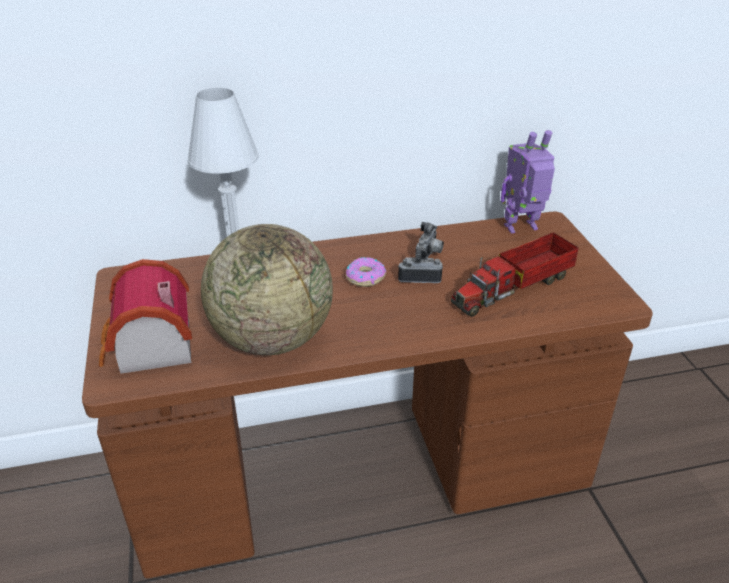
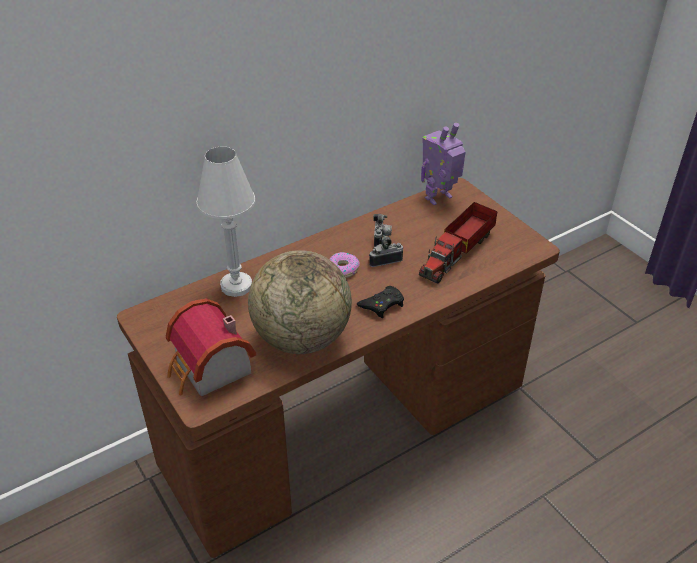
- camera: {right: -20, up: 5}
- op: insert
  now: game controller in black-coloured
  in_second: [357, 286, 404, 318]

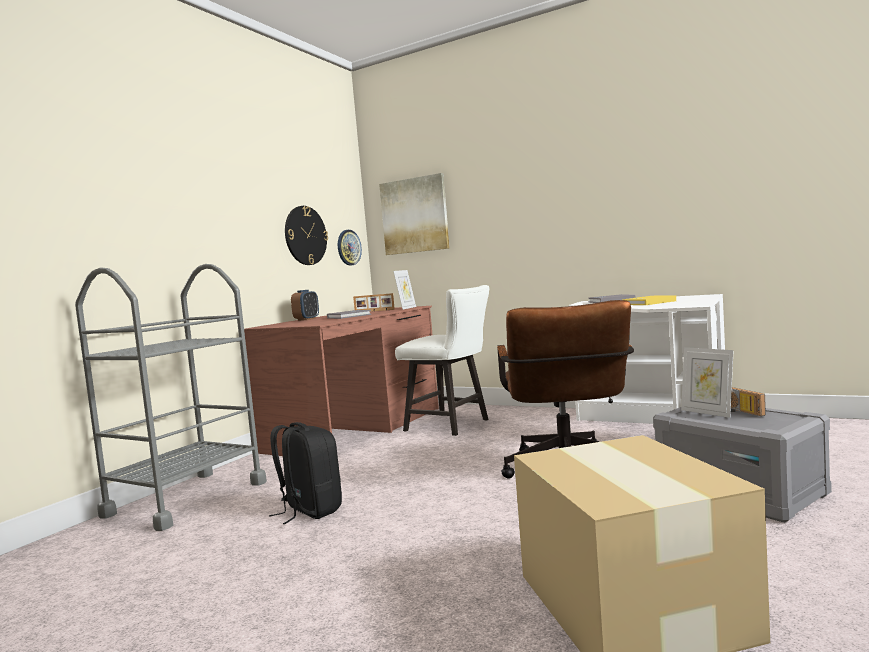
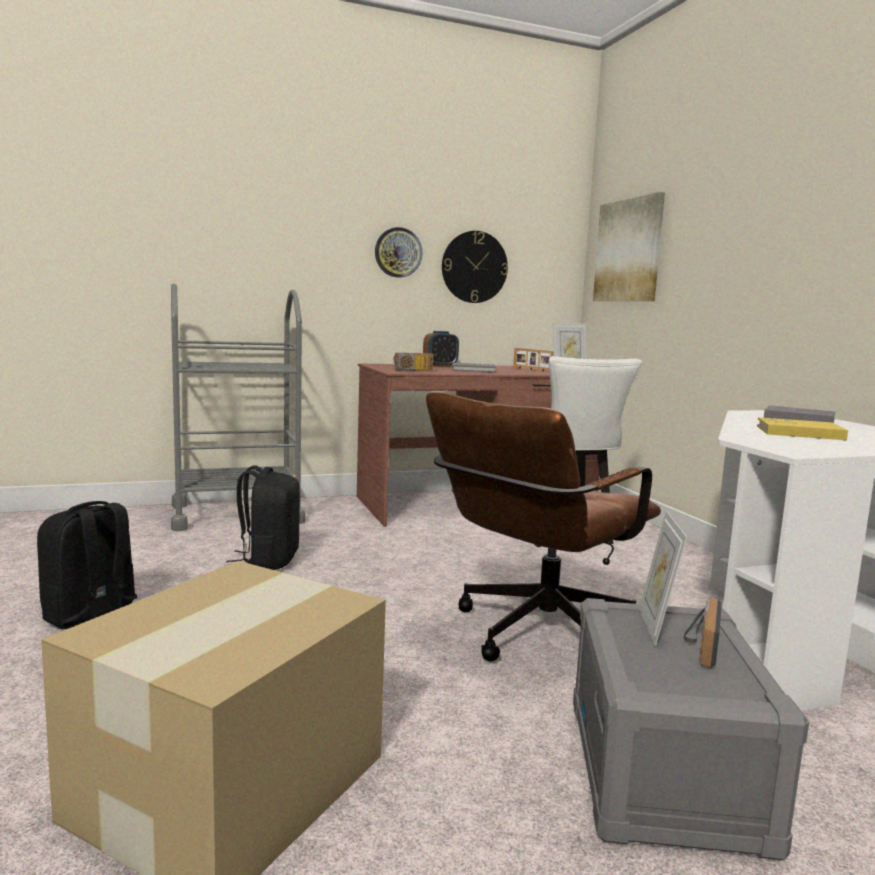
- camera: {right: 40, up: 5}
- op: insert
  now: backpack in black-coloured
  in_second: [37, 501, 137, 629]
- op: insert
  now: radio receiver
  in_second: [393, 353, 433, 372]
- op: move
  was: clock on the wall
  in_first: [338, 230, 362, 266]
  in_second: [375, 227, 422, 278]

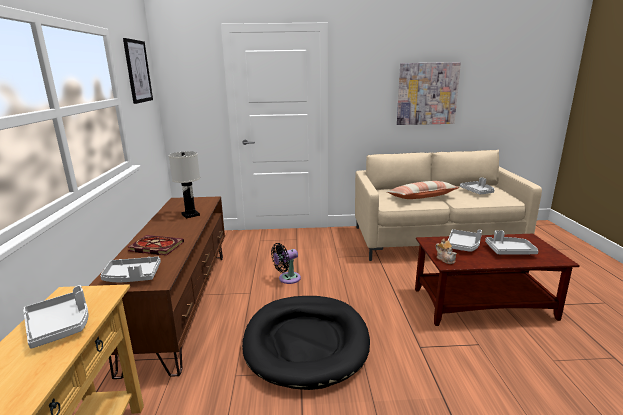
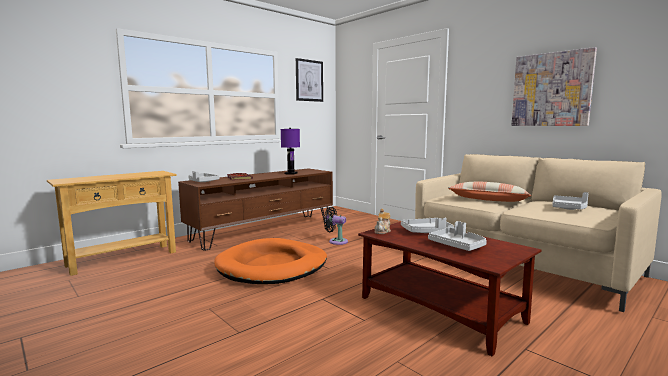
- camera: {right: 50, up: -10}
- op: delete
  was: carrying tray in grey
  in_first: [23, 285, 89, 349]
- op: recolor
  was: table lamp in white
  now: table lamp in purple-coloured
  in_first: [169, 151, 200, 219]
  in_second: [281, 128, 300, 175]
- op: recolor
  was: pet bed in black-coloured
  now: pet bed in orange-coloured
  in_first: [242, 296, 370, 390]
  in_second: [214, 238, 327, 284]

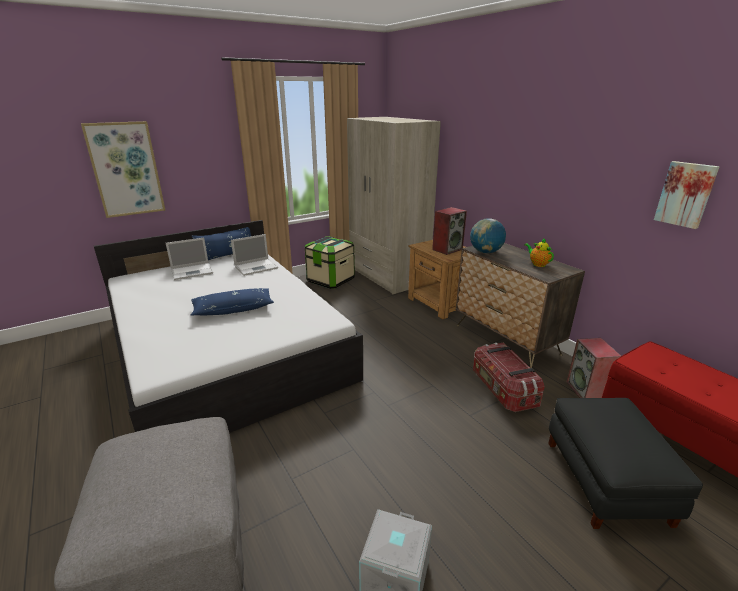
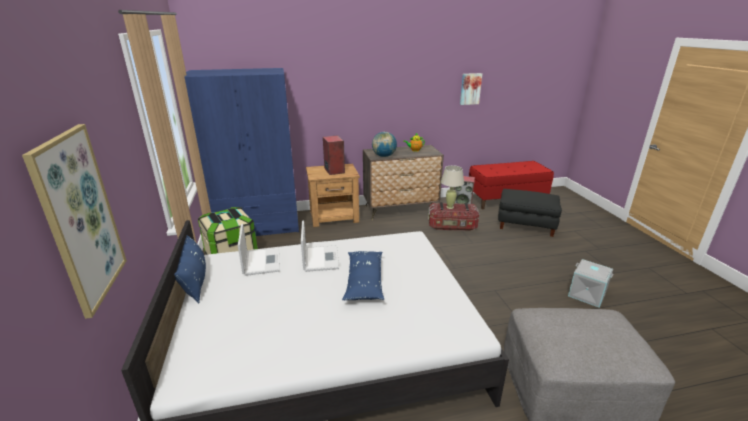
- camera: {right: -70, up: 0}
- op: insert
  now: table lamp in beige
  in_second: [441, 165, 464, 209]
- op: move
  was: portable computer
  in_first: [166, 237, 213, 280]
  in_second: [301, 220, 339, 272]
- op: recolor
  was: clothes cupboard in beige
  now: clothes cupboard in blue
  in_first: [347, 117, 441, 294]
  in_second: [185, 68, 299, 236]

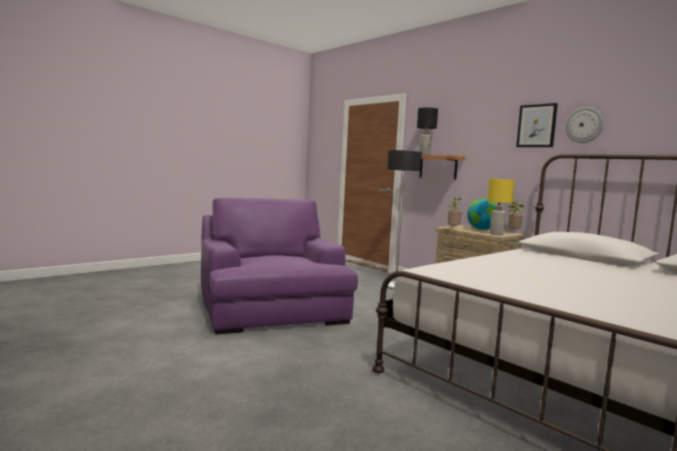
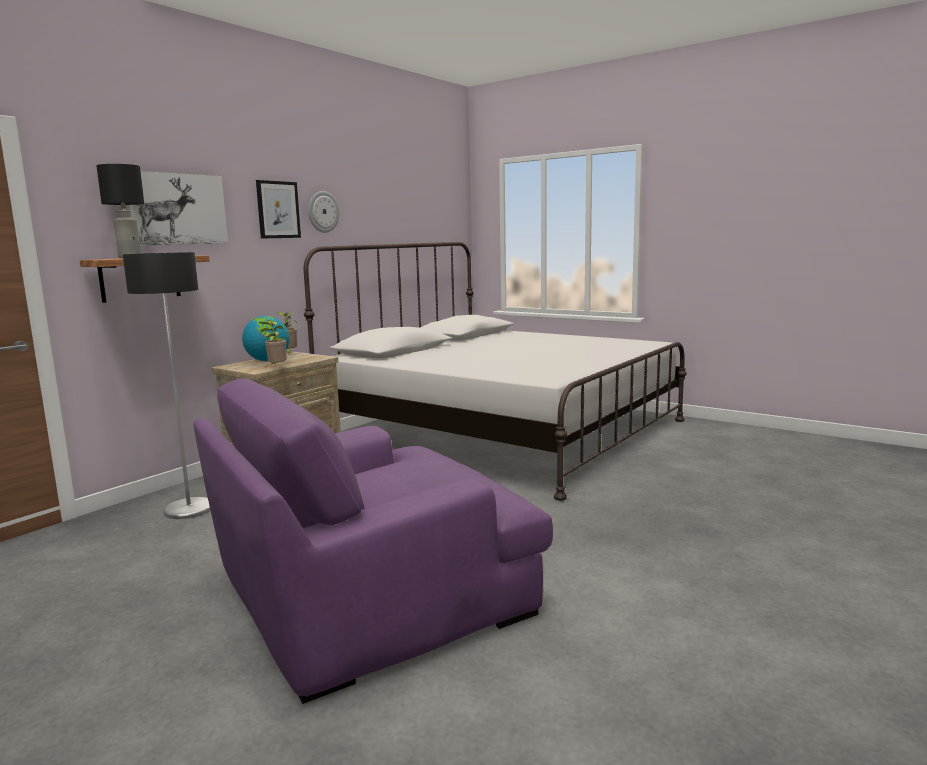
- camera: {right: -100, up: 5}
- op: delete
  was: table lamp in yellow
  in_first: [487, 179, 515, 235]
- op: insert
  now: wall art
  in_second: [127, 171, 228, 245]

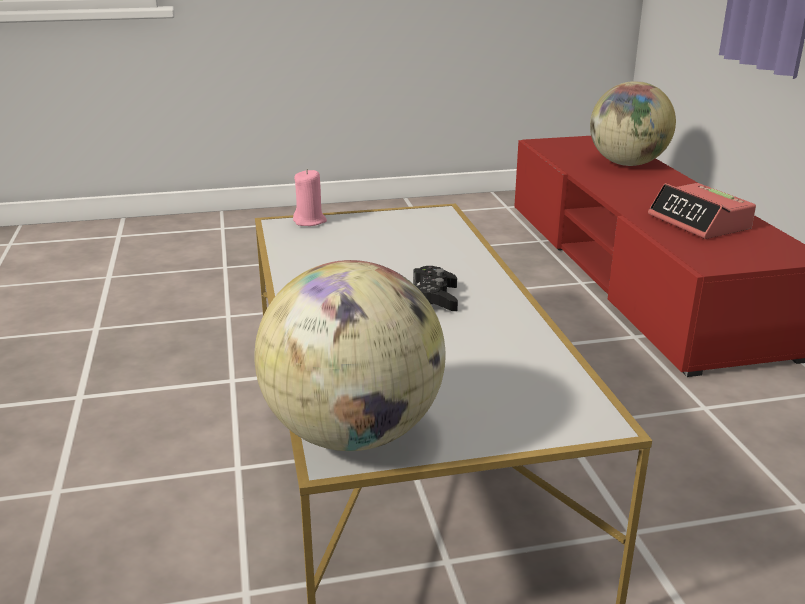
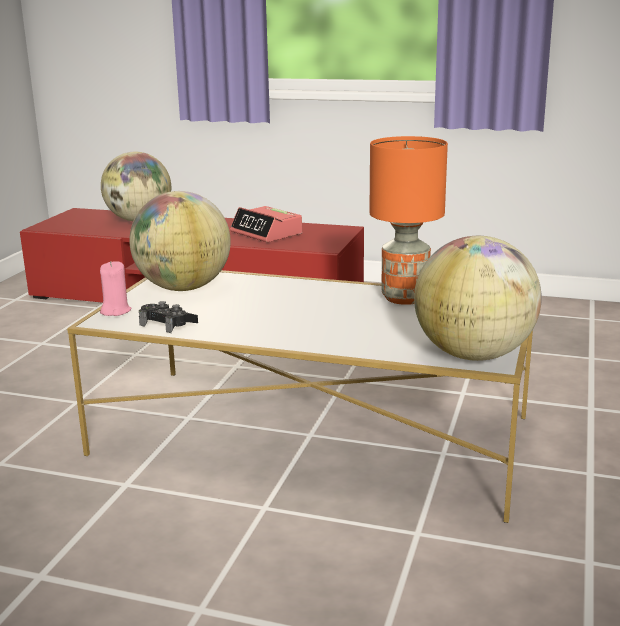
- camera: {right: -60, up: -5}
- op: insert
  now: globe
  in_second: [129, 191, 231, 291]
- op: insert
  now: table lamp in orange-coloured
  in_second: [369, 136, 448, 305]
- op: move
  was: game controller in black-coloured
  in_first: [413, 266, 458, 311]
  in_second: [139, 301, 198, 333]
- op: rotate
  was: alarm clock
  in_first: [648, 183, 756, 239]
  in_second: [230, 206, 302, 242]
  clockwise: 45

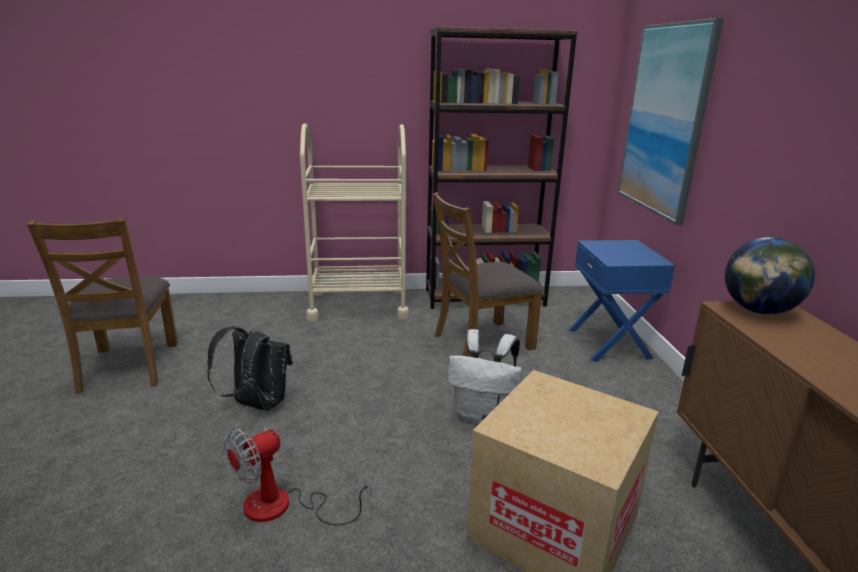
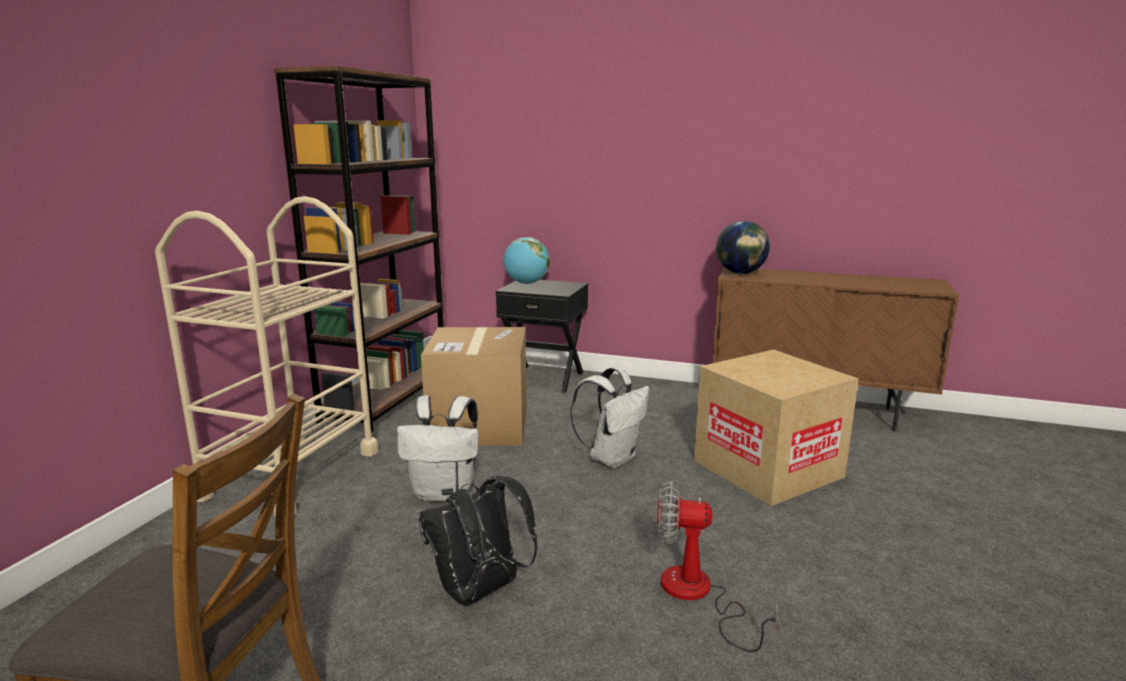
- camera: {right: -65, up: -5}
- op: delete
  was: wall art
  in_first: [618, 18, 724, 225]
- op: insert
  now: backpack in white
  in_second: [397, 395, 479, 502]
- op: insert
  now: globe
  in_second: [503, 237, 550, 284]
- op: replace
  was: chair in brownish
  now: cardboard box
  in_first: [432, 192, 543, 357]
  in_second: [421, 327, 527, 446]
- op: recolor
  was: bedside table in blue
  now: bedside table in black-coloured
  in_first: [569, 240, 675, 361]
  in_second: [496, 280, 588, 393]
- op: rotate
  was: cooling fan
  in_first: [224, 427, 371, 526]
  in_second: [657, 481, 778, 652]
  clockwise: 120

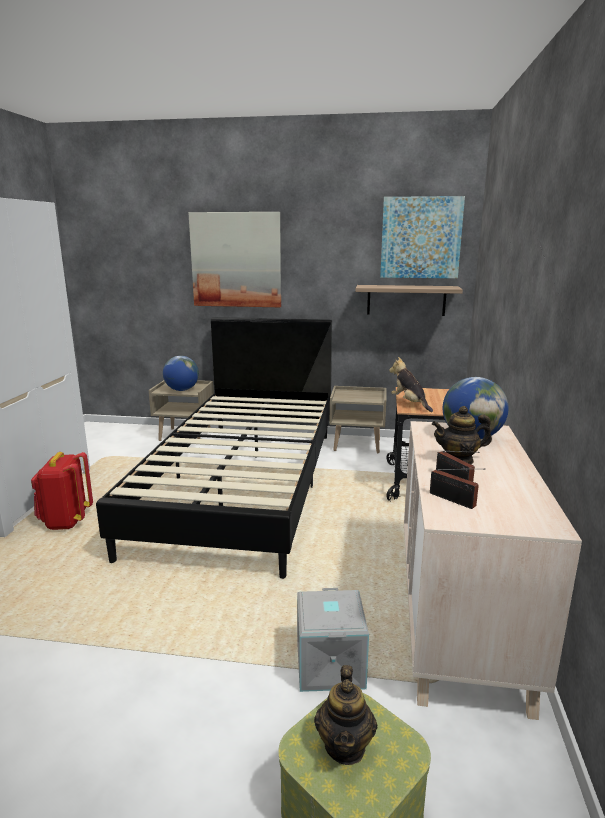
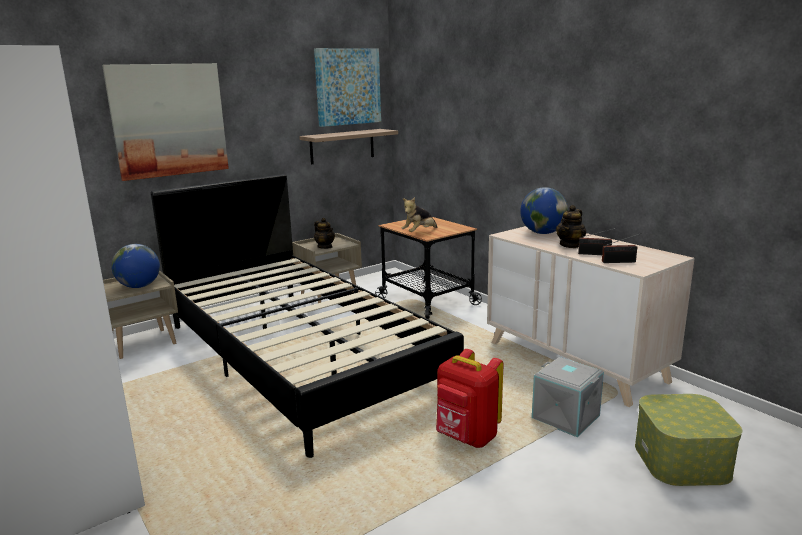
- camera: {right: -45, up: 0}
- op: move
  was: backpack in red-coloured
  in_first: [31, 452, 93, 530]
  in_second: [436, 349, 503, 448]
- op: move
  was: pot for tea
  in_first: [314, 665, 378, 765]
  in_second: [314, 218, 335, 249]
- op: rotate
  was: soft toy
  in_first: [389, 357, 433, 412]
  in_second: [401, 197, 437, 232]
  clockwise: -60

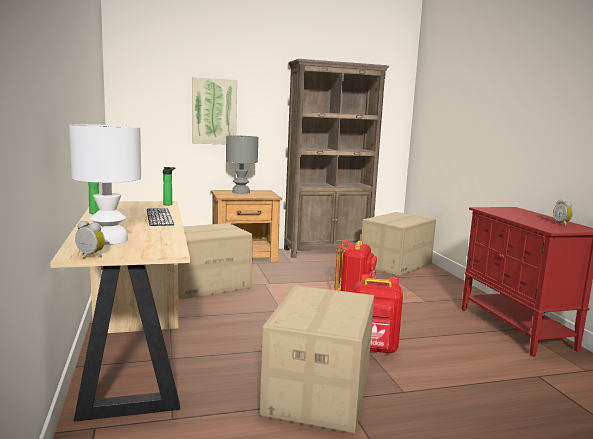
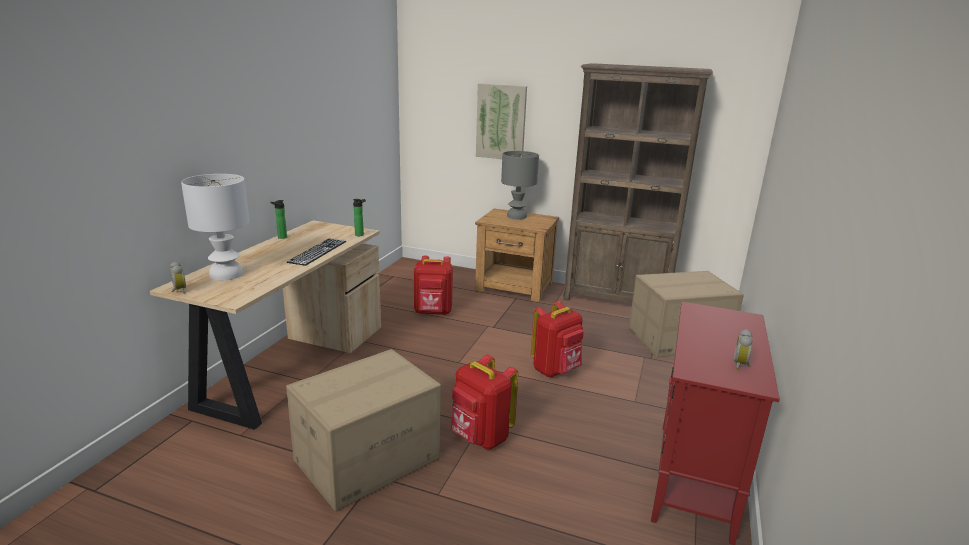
- camera: {right: 35, up: 10}
- op: replace
  was: cardboard box
  now: backpack in red-coloured
  in_first: [178, 223, 253, 299]
  in_second: [414, 256, 453, 315]

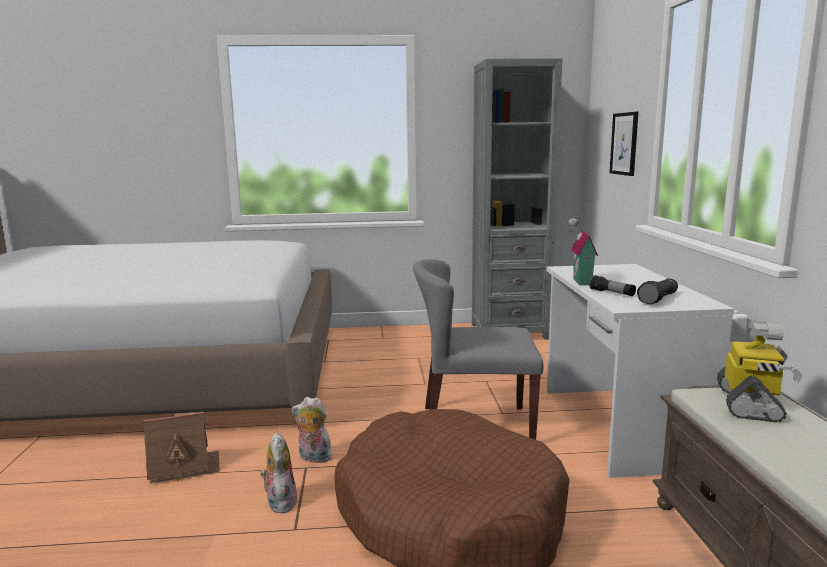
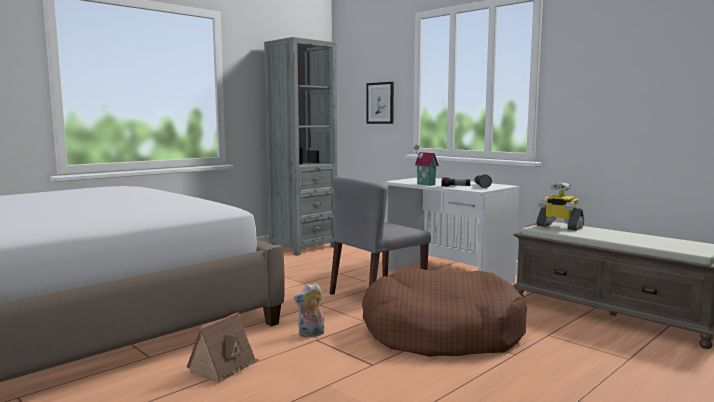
- camera: {right: -40, up: -5}
- op: delete
  was: soft toy
  in_first: [260, 432, 298, 513]
- op: rotate
  was: model robot
  in_first: [717, 320, 802, 423]
  in_second: [537, 182, 584, 231]
  clockwise: 150

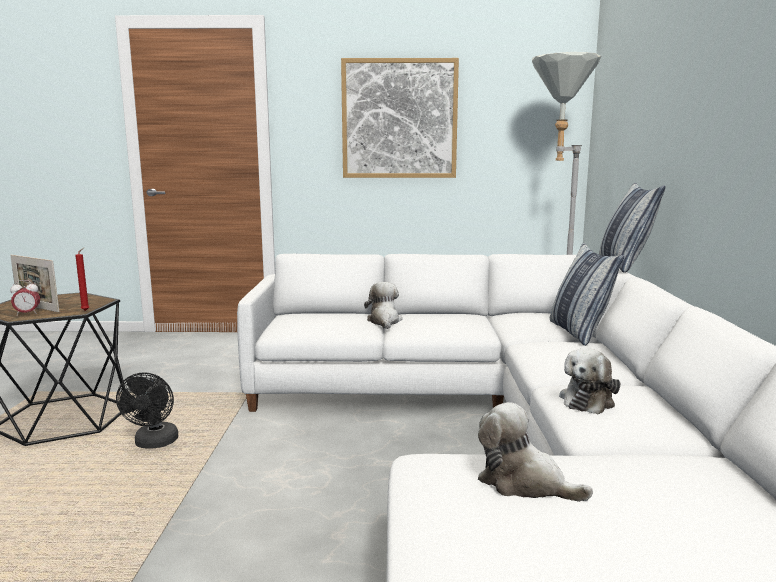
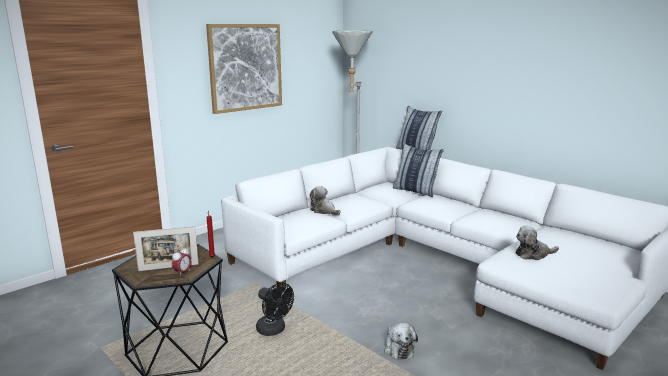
- camera: {right: -45, up: 5}
- op: move
  was: soft toy
  in_first: [559, 348, 621, 414]
  in_second: [384, 323, 418, 360]

